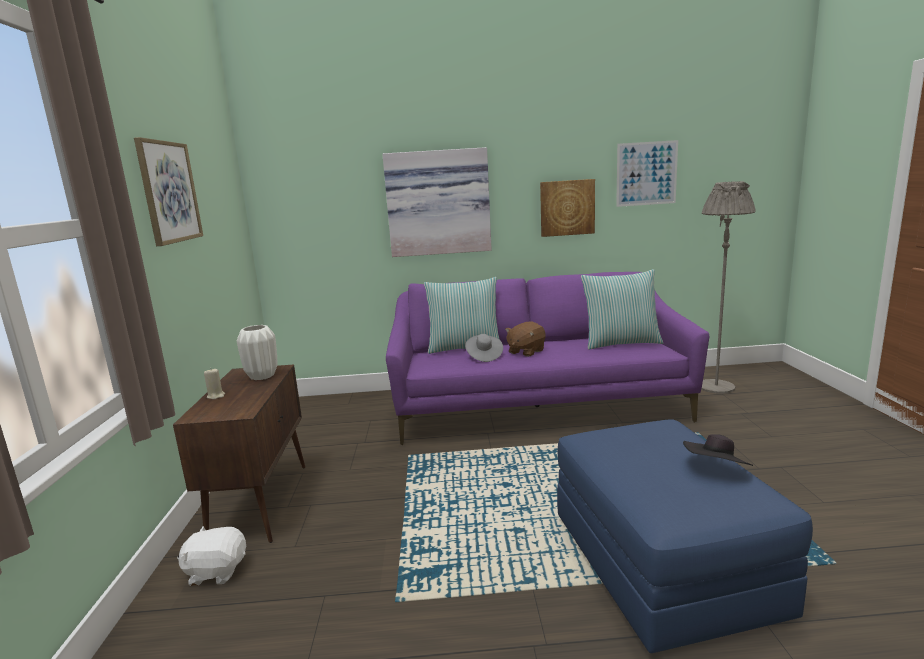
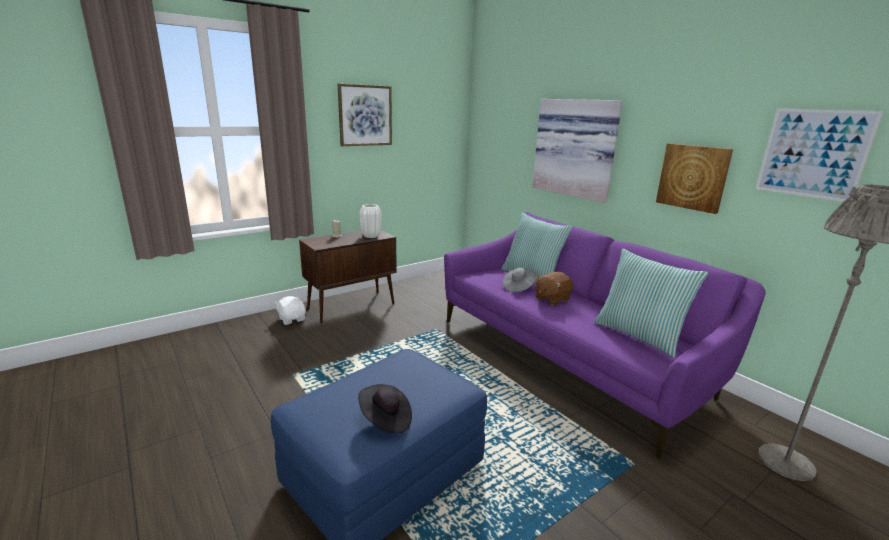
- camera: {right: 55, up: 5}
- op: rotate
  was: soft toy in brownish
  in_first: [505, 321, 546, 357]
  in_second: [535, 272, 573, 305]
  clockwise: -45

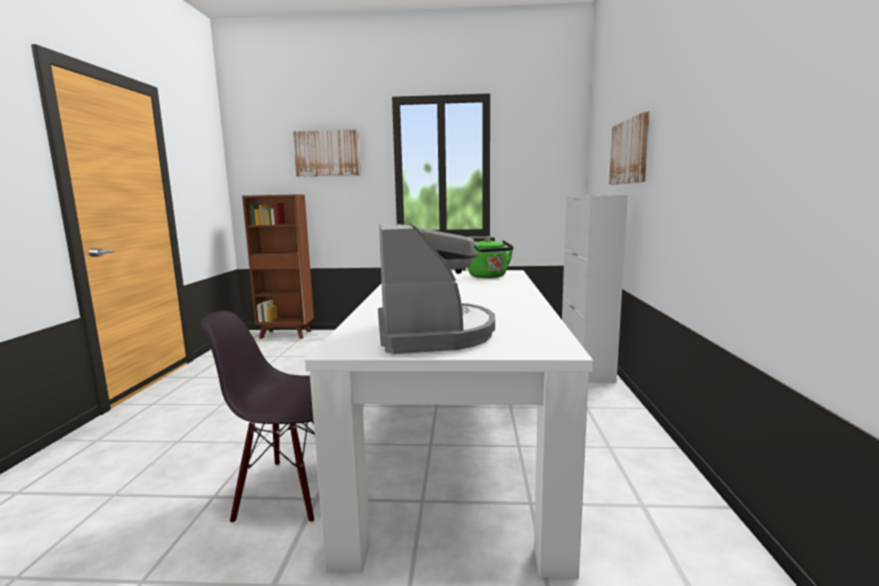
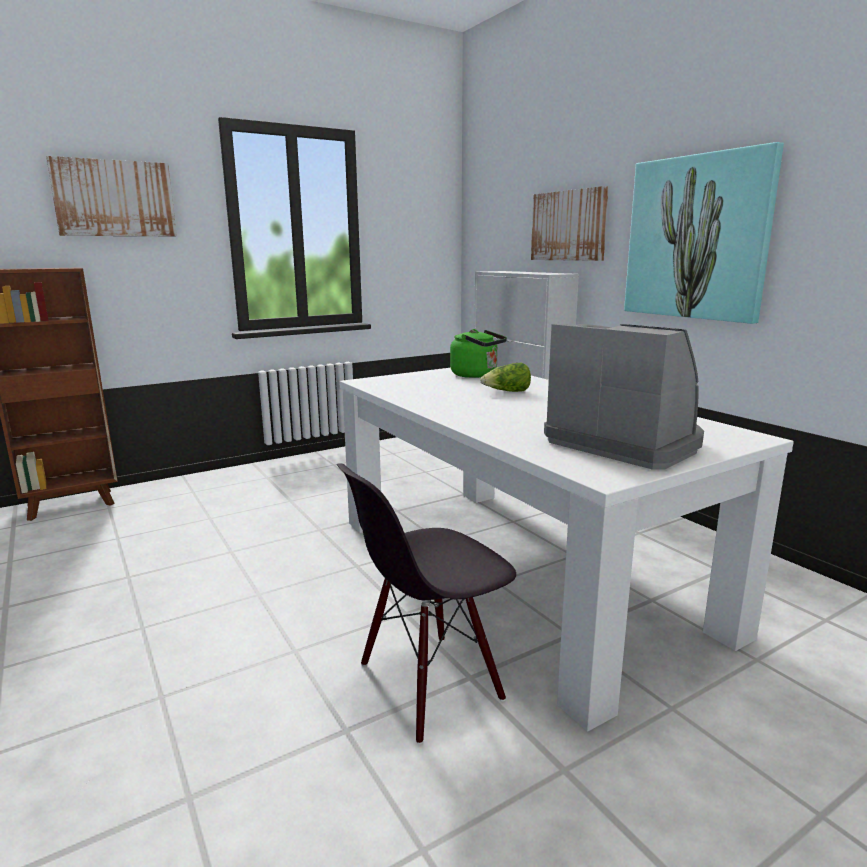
- camera: {right: -35, up: 5}
- op: insert
  now: lettuce head
  in_second: [480, 363, 531, 392]
- op: insert
  now: wall art
  in_second: [624, 142, 784, 324]

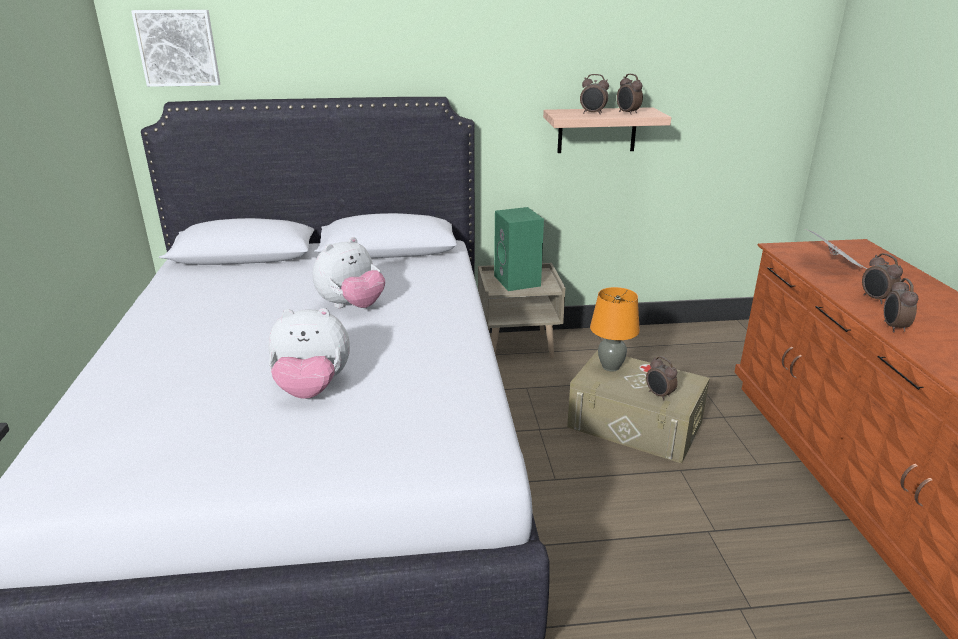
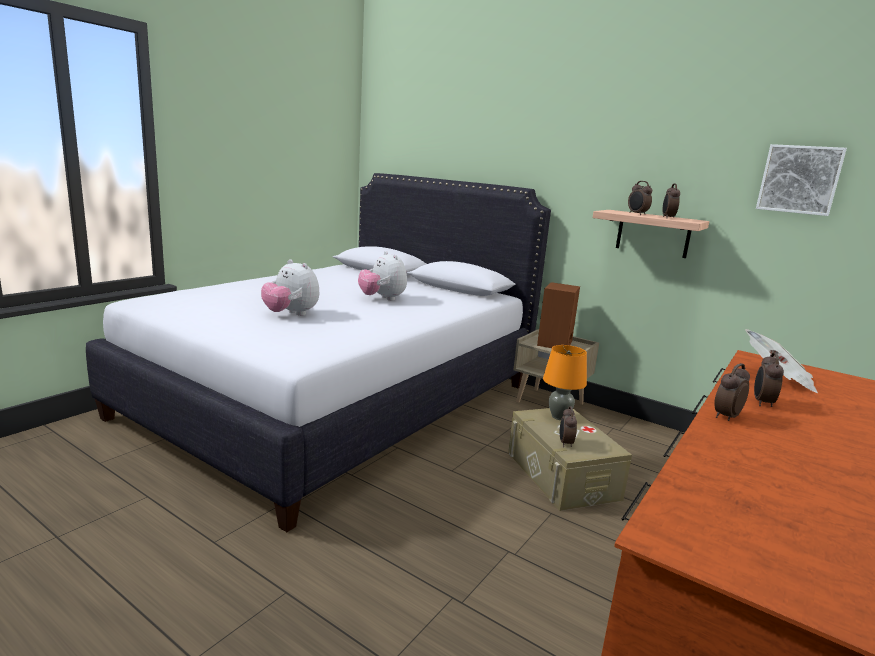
- camera: {right: 40, up: -10}
- op: move
  was: wall art
  in_first: [131, 10, 220, 87]
  in_second: [756, 144, 847, 216]
- op: recolor
  was: speaker in green-coloured
  now: speaker in brownish
  in_first: [494, 207, 544, 291]
  in_second: [537, 282, 580, 348]
- op: rotate
  was: soft toy
  in_first: [313, 237, 385, 308]
  in_second: [358, 251, 407, 301]
  clockwise: 60

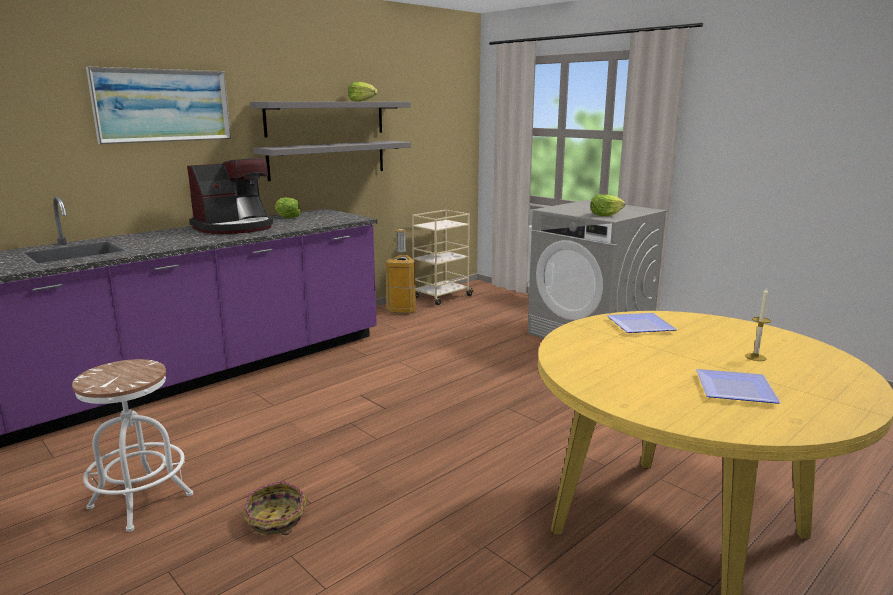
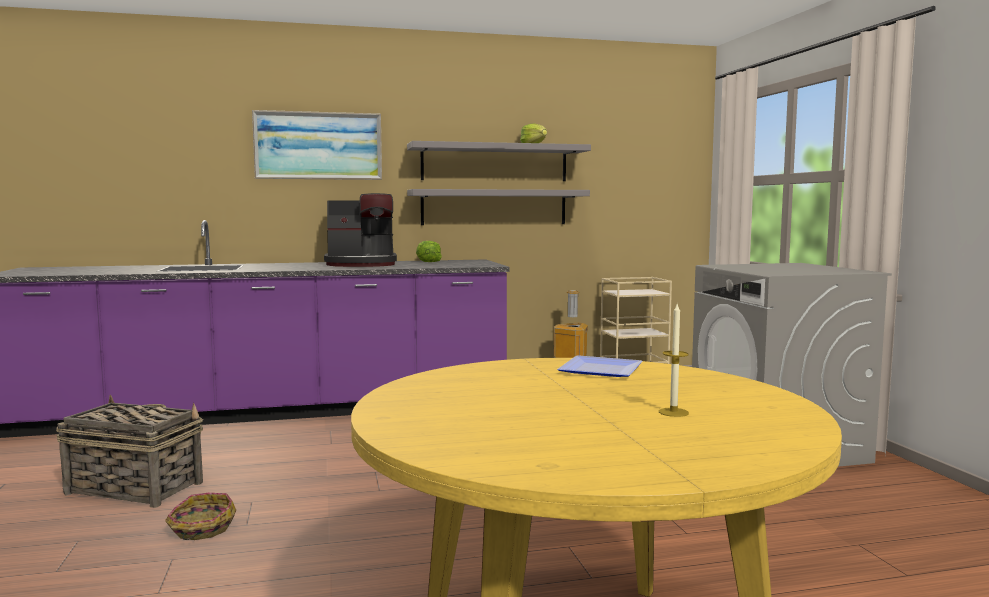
- camera: {right: 30, up: -10}
- op: delete
  was: lettuce head
  in_first: [590, 194, 625, 216]
- op: delete
  was: dinner plate
  in_first: [696, 369, 781, 404]
- op: replace
  was: stool seat in white
  now: basket
  in_first: [72, 359, 193, 532]
  in_second: [56, 395, 203, 508]

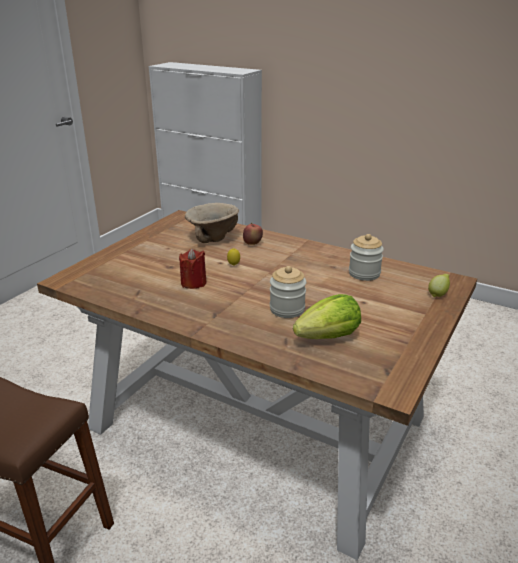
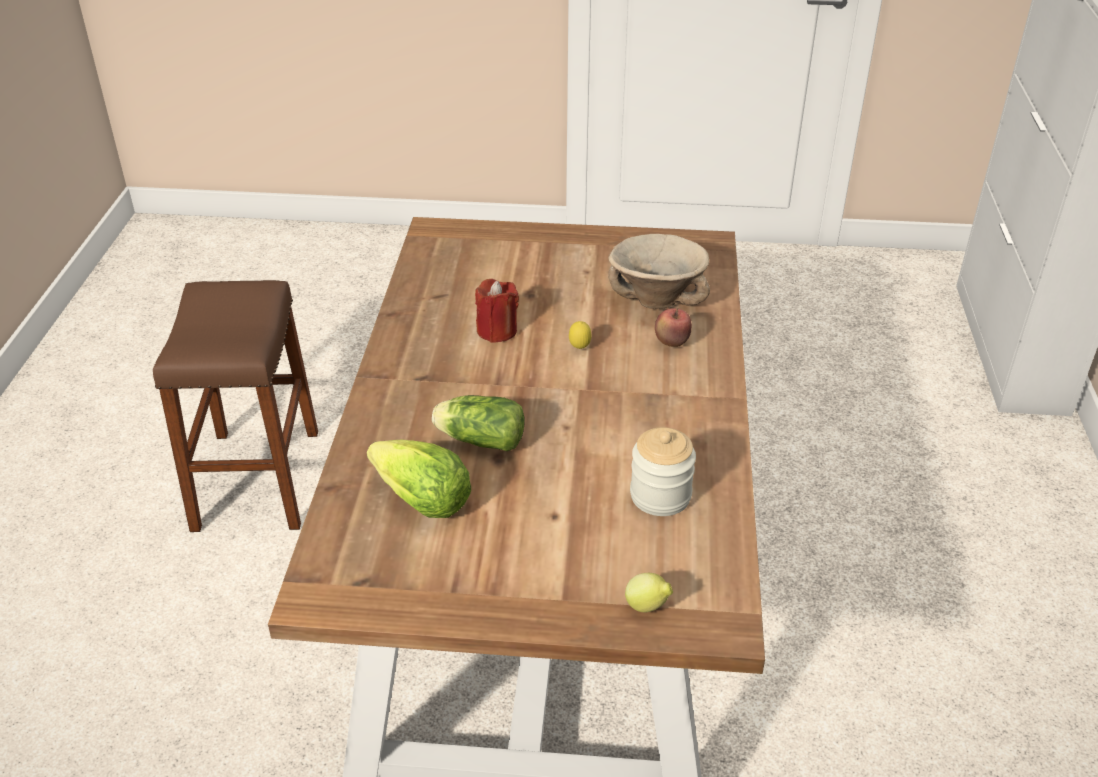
- camera: {right: 65, up: 10}
- op: replace
  was: storage jar
  now: lettuce head
  in_first: [270, 266, 306, 318]
  in_second: [432, 395, 525, 451]

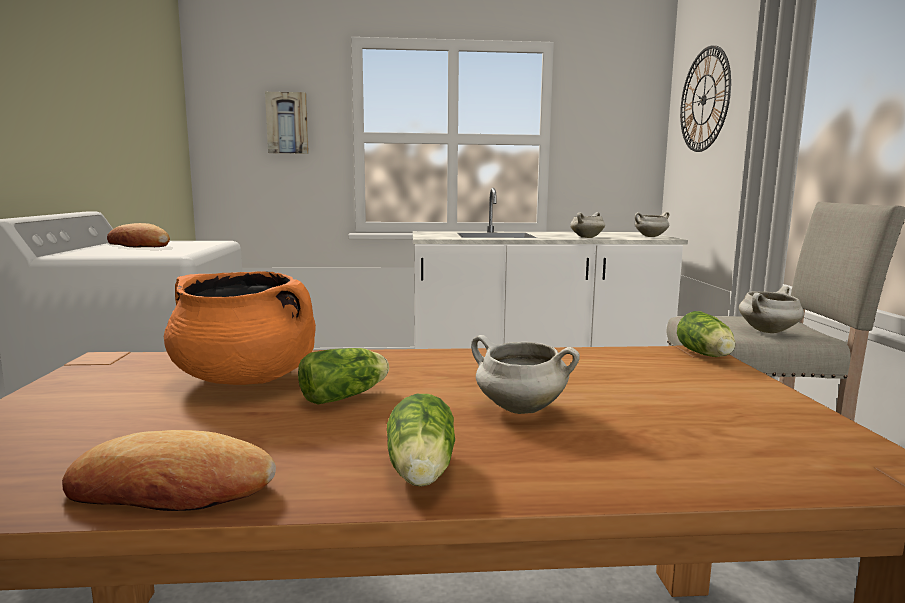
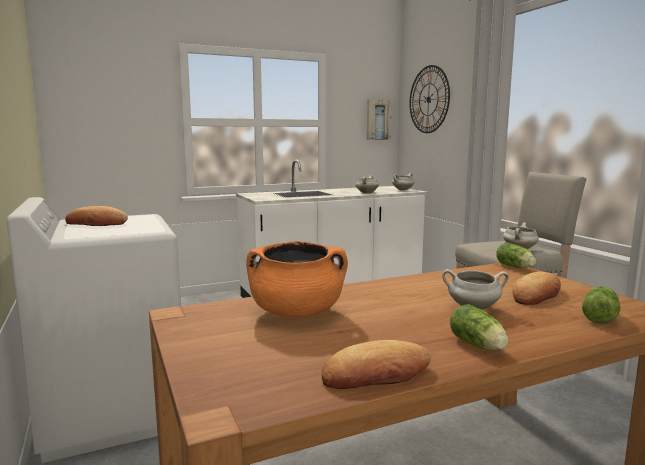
- camera: {right: -20, up: 0}
- op: insert
  now: baked bread
  in_second: [512, 272, 561, 305]
- op: move
  was: wall art
  in_first: [265, 92, 309, 154]
  in_second: [367, 100, 392, 140]
- op: move
  was: lettuce head
  in_first: [298, 348, 389, 404]
  in_second: [582, 286, 620, 324]

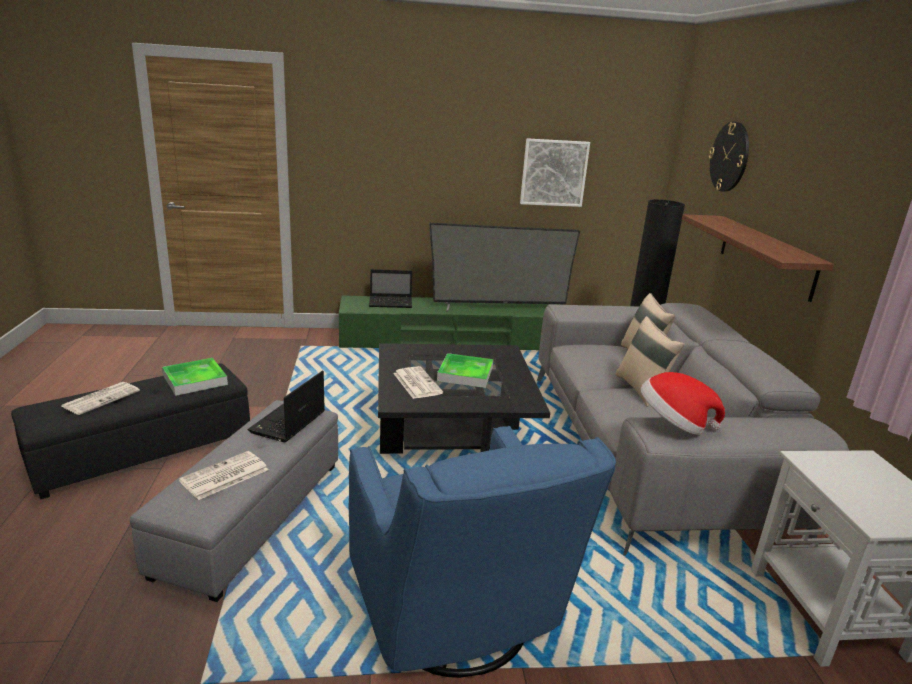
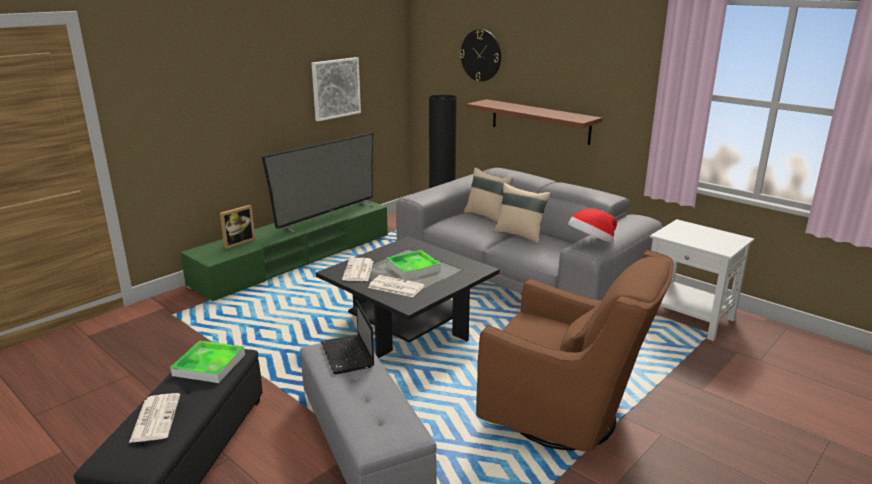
- camera: {right: -40, up: 0}
- op: move
  was: newspaper
  in_first: [179, 451, 268, 500]
  in_second: [342, 258, 374, 281]
- op: replace
  was: portable computer
  now: standing frame
  in_first: [369, 269, 412, 308]
  in_second: [220, 205, 255, 249]
- op: recolor
  was: armchair in blue
  now: armchair in brownish
  in_first: [349, 426, 616, 678]
  in_second: [476, 250, 674, 452]

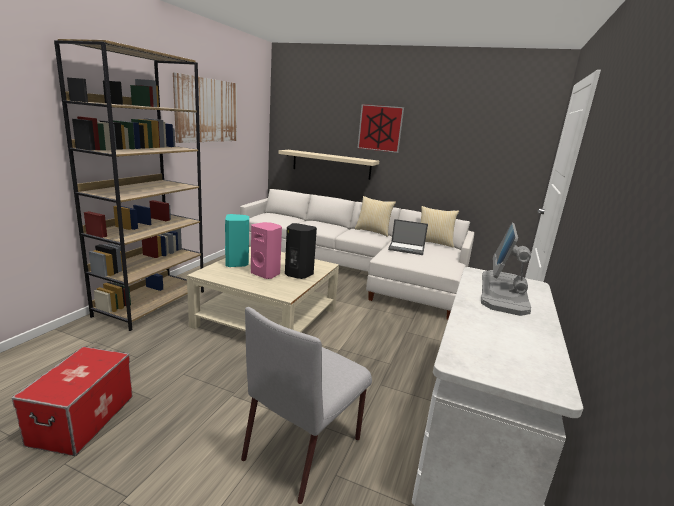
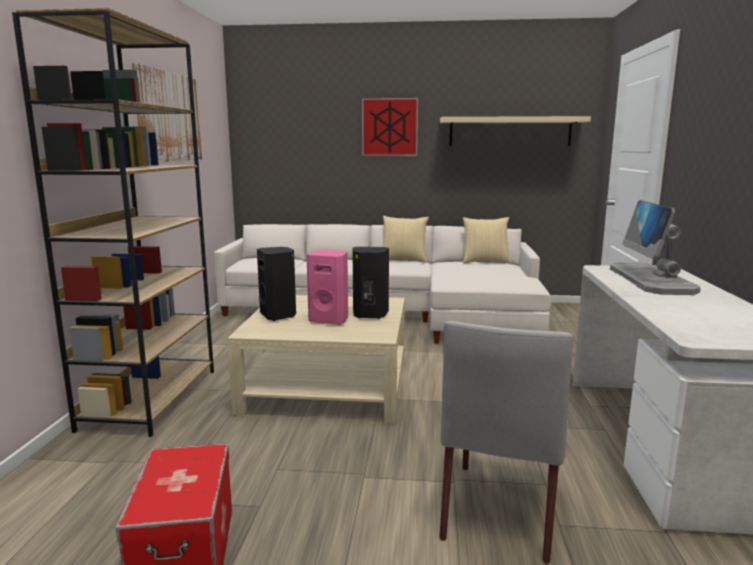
- camera: {right: -15, up: -5}
- op: delete
  was: portable computer
  in_first: [388, 219, 428, 255]
- op: move
  was: wall shelf in beige
  in_first: [278, 150, 379, 180]
  in_second: [440, 116, 591, 146]
- op: recolor
  was: speaker in turquoise-coloured
  now: speaker in black-coloured
  in_first: [225, 214, 249, 267]
  in_second: [257, 247, 296, 321]

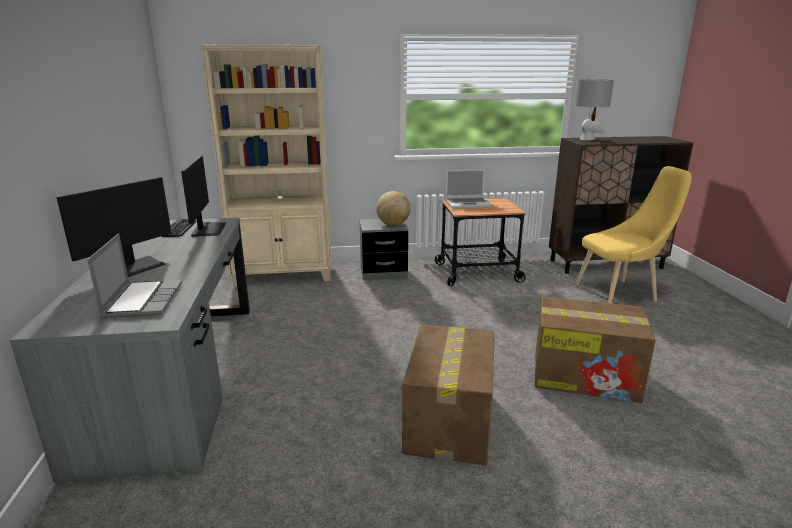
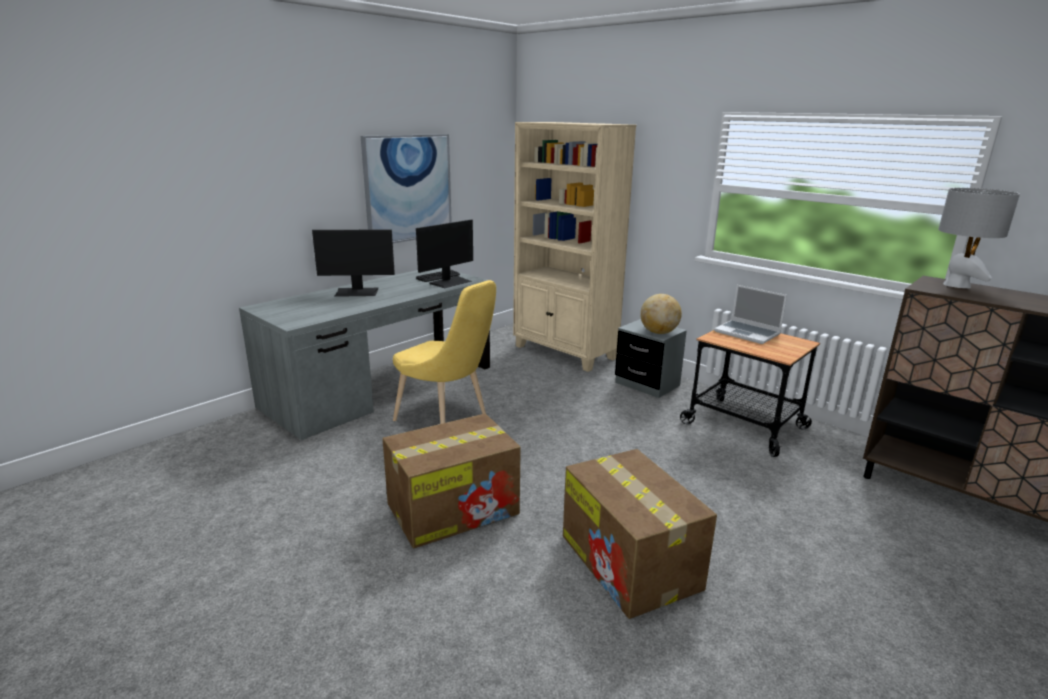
- camera: {right: 50, up: 0}
- op: delete
  was: portable computer
  in_first: [87, 233, 182, 318]
- op: insert
  now: wall art
  in_second: [361, 134, 452, 243]
- op: move
  was: chair in yellow
  in_first: [575, 166, 692, 304]
  in_second: [393, 280, 496, 424]

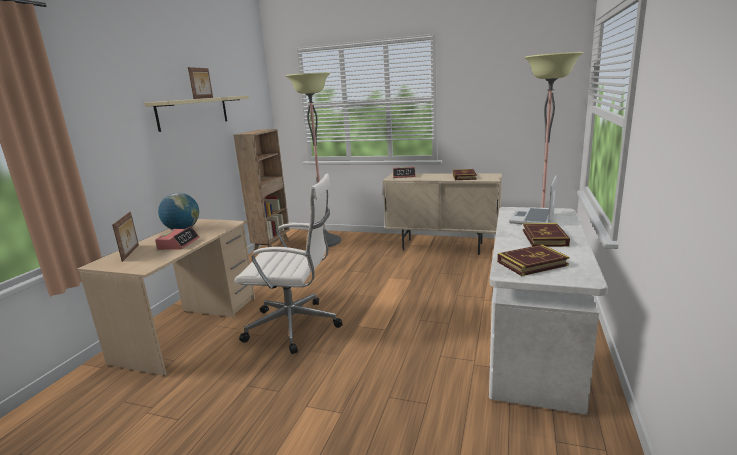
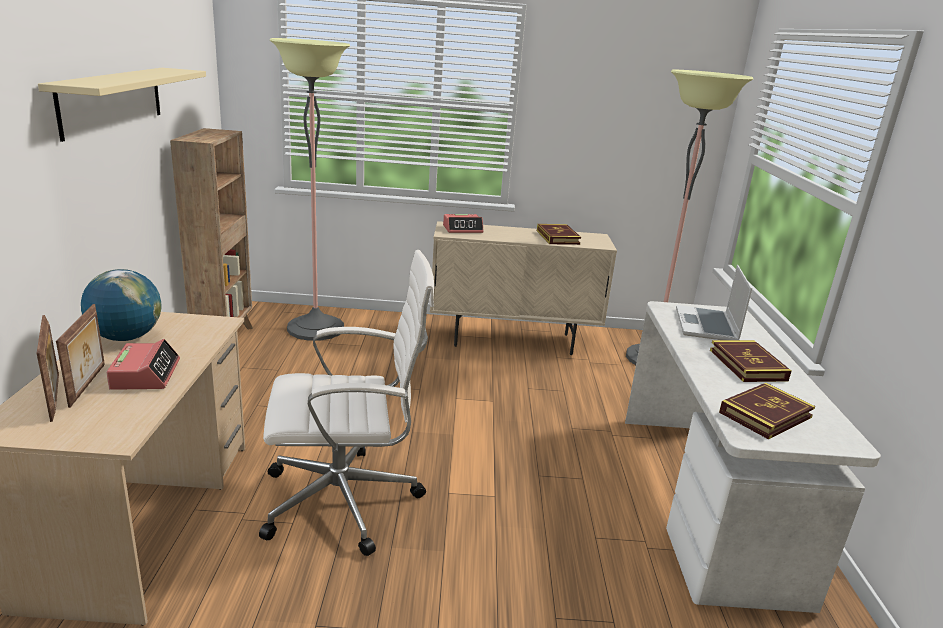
- camera: {right: -20, up: 5}
- op: move
  was: standing frame
  in_first: [188, 67, 213, 99]
  in_second: [56, 304, 105, 408]

